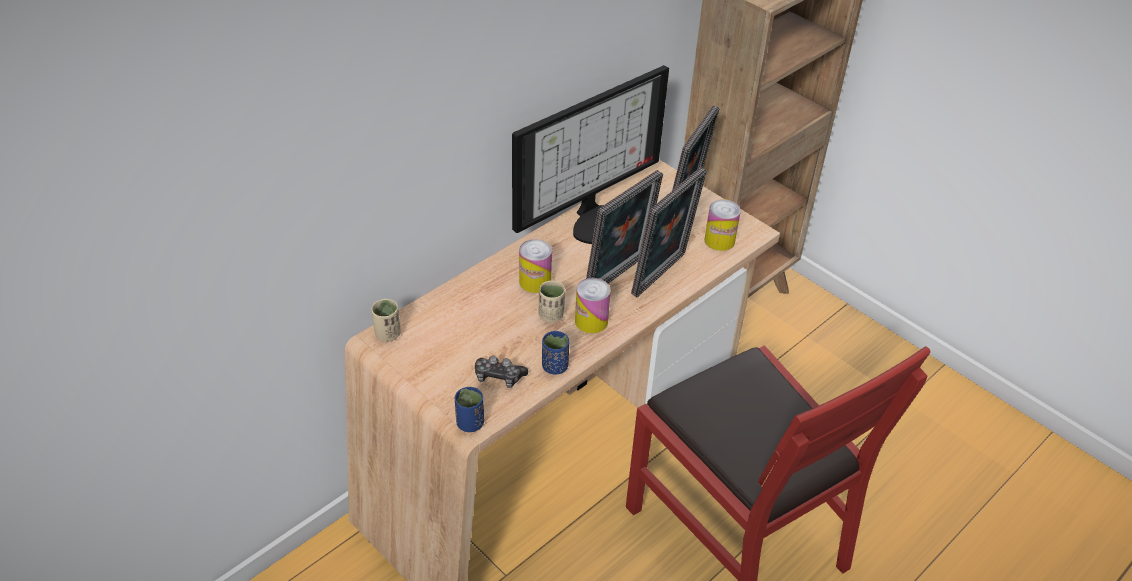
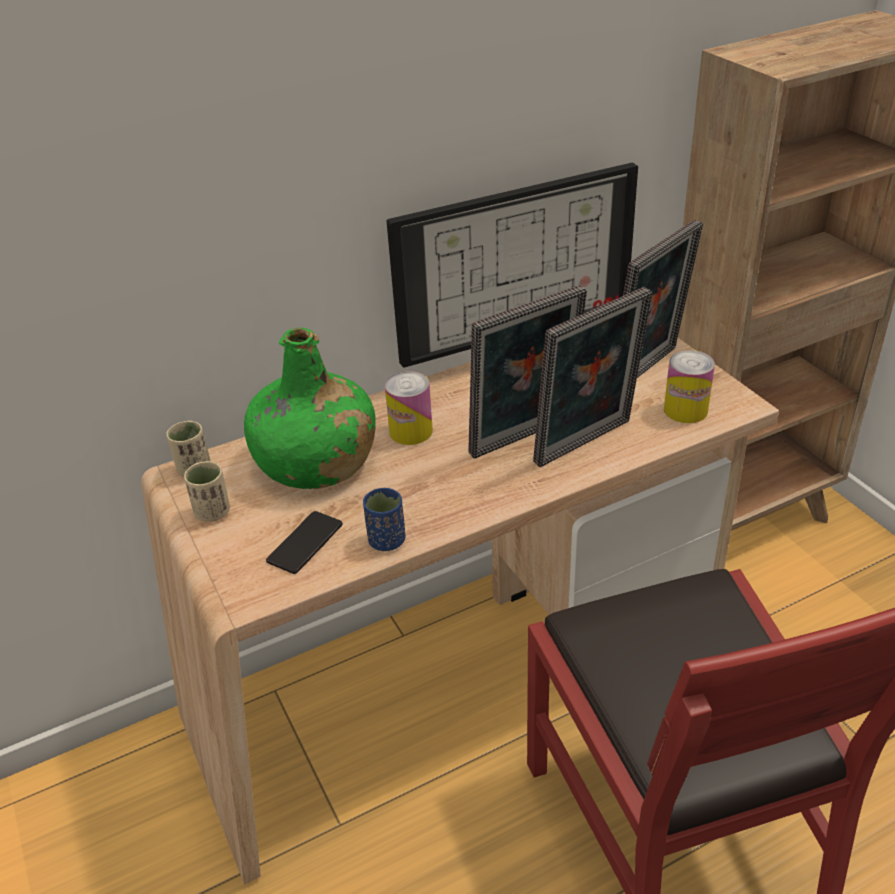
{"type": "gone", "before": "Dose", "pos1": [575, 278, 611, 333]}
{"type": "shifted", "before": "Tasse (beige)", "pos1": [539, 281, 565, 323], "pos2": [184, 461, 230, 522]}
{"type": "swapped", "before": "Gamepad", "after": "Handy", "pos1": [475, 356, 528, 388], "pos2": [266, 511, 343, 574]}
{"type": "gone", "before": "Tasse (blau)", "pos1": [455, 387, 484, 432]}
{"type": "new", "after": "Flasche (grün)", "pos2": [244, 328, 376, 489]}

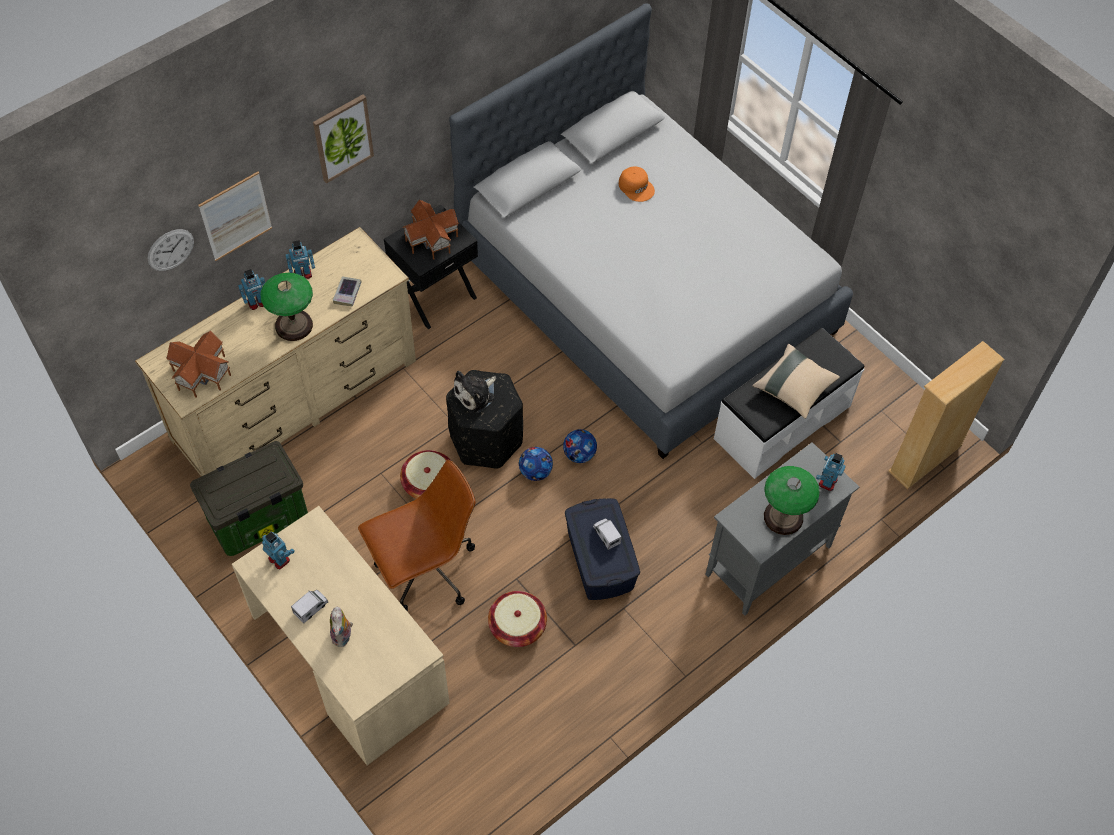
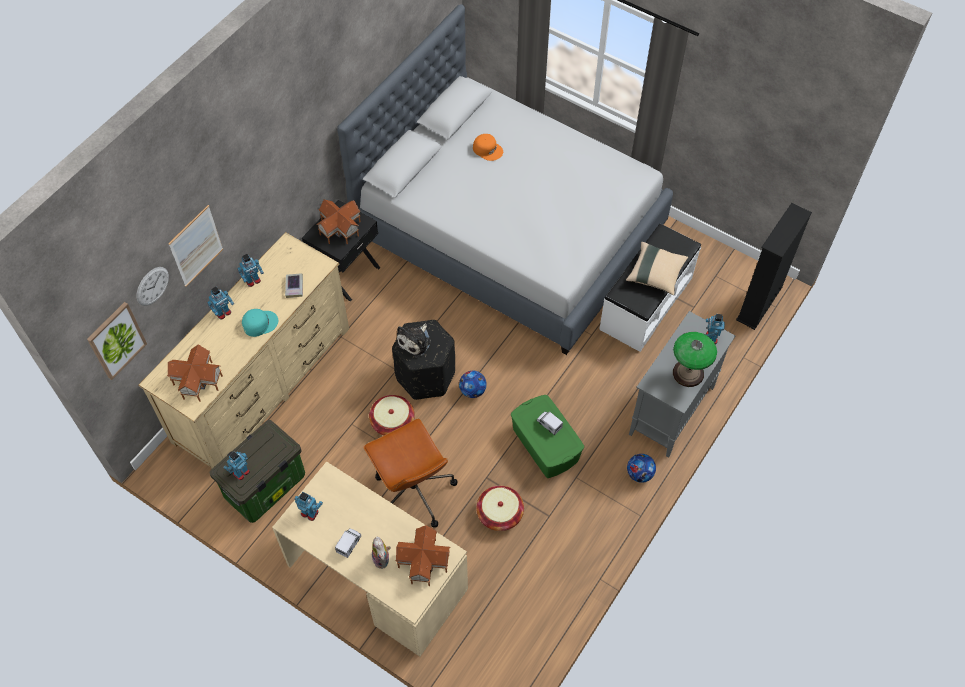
{"type": "shifted", "before": "Bild", "pos1": [313, 94, 374, 184], "pos2": [87, 302, 147, 380]}
{"type": "swapped", "before": "Tischlampe", "after": "Kappe (türkis)", "pos1": [260, 273, 313, 341], "pos2": [242, 309, 278, 337]}
{"type": "repainted", "before": "Bücherregal (beige)", "after": "Bücherregal (schwarz)", "pos1": [888, 341, 1005, 489], "pos2": [736, 203, 812, 330]}
{"type": "shifted", "before": "Fußball", "pos1": [563, 429, 597, 463], "pos2": [627, 454, 656, 483]}
{"type": "rotated", "before": "Bürostuhl (braun)", "pos1": [358, 460, 475, 611], "pos2": [363, 418, 457, 528], "turn": 105}
{"type": "repainted", "before": "Aufbewahrungsbox (blau)", "after": "Aufbewahrungsbox (grün)", "pos1": [565, 498, 640, 600], "pos2": [511, 395, 584, 478]}
{"type": "new", "after": "Spielzeugroboter", "pos2": [223, 452, 250, 481]}
{"type": "new", "after": "Spielzeughaus", "pos2": [395, 525, 450, 586]}

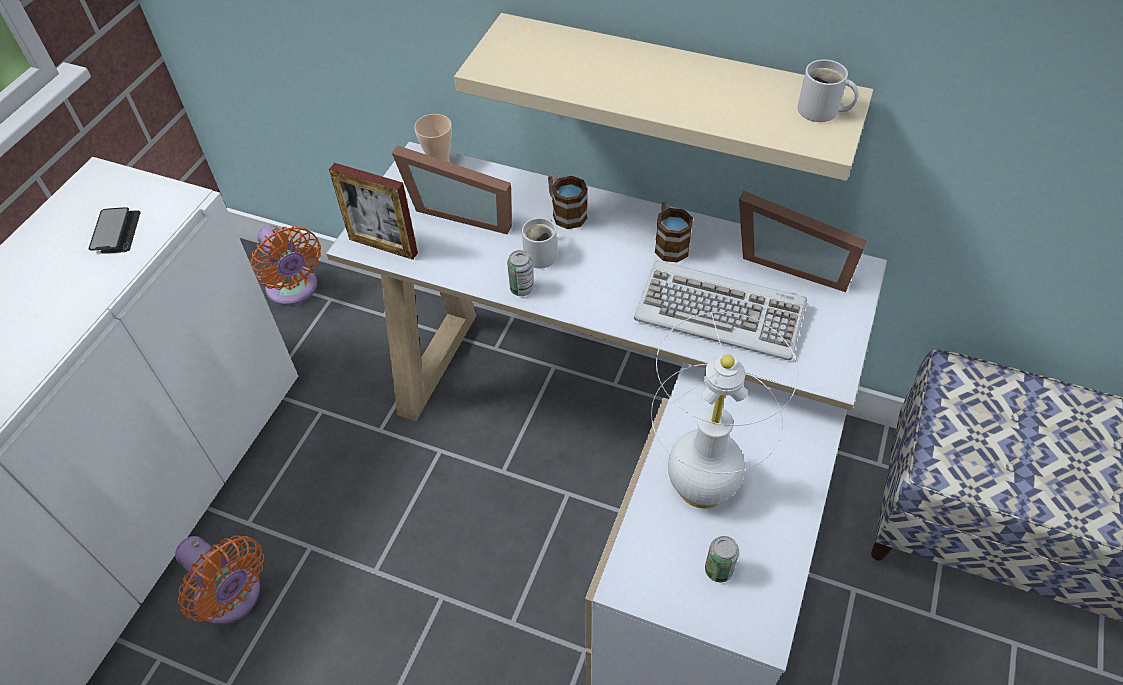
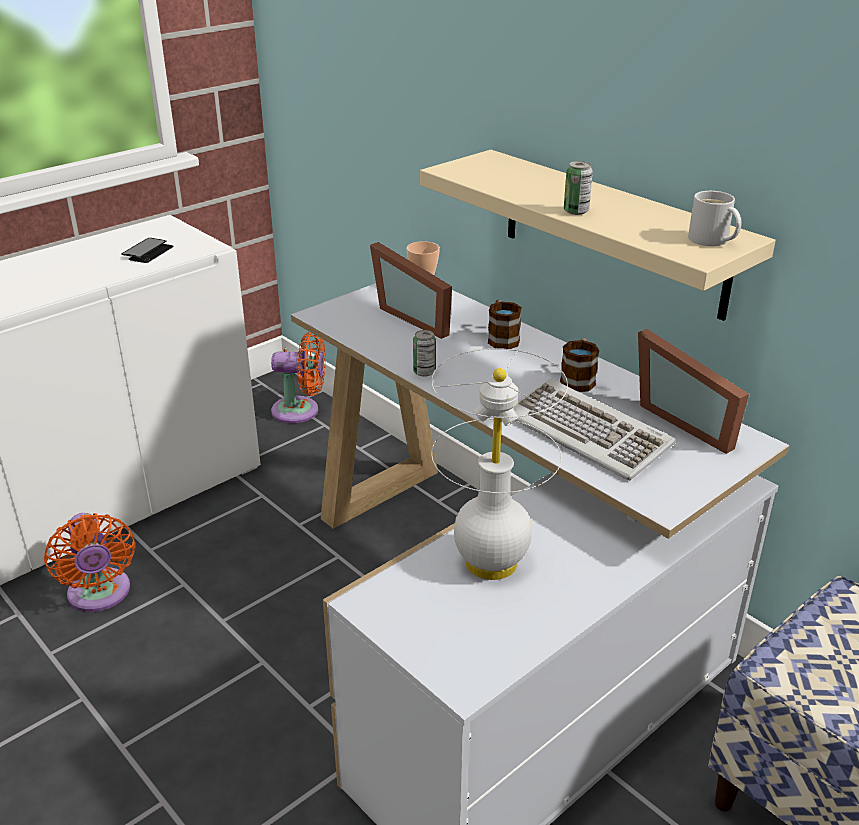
{"type": "gone", "before": "Bilderrahmen", "pos1": [329, 163, 418, 260]}
{"type": "gone", "before": "Henkelbecher (weiß)", "pos1": [522, 218, 557, 268]}
{"type": "rotated", "before": "Ventilator (orange)", "pos1": [250, 225, 321, 306], "pos2": [271, 332, 325, 424], "turn": -75}
{"type": "shifted", "before": "Dose", "pos1": [705, 536, 739, 582], "pos2": [564, 161, 593, 215]}

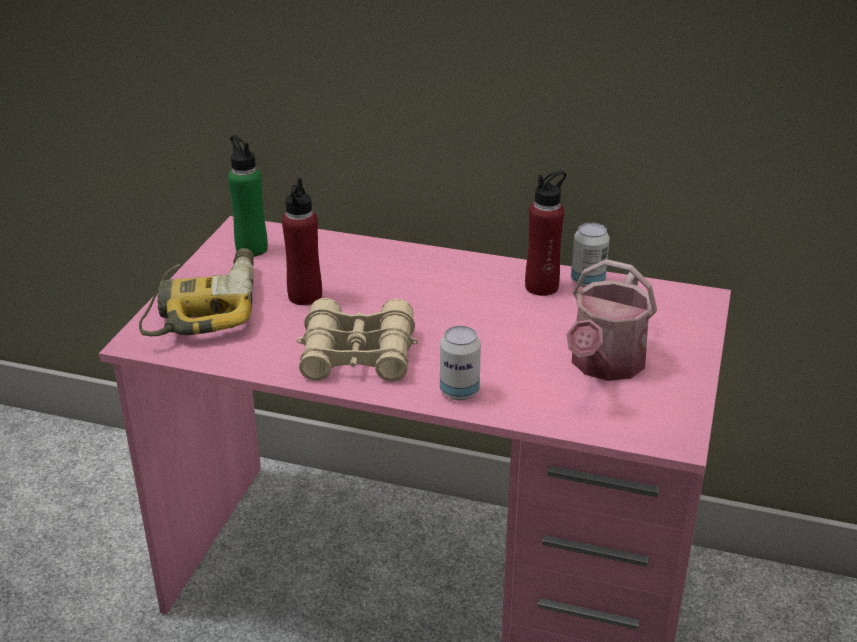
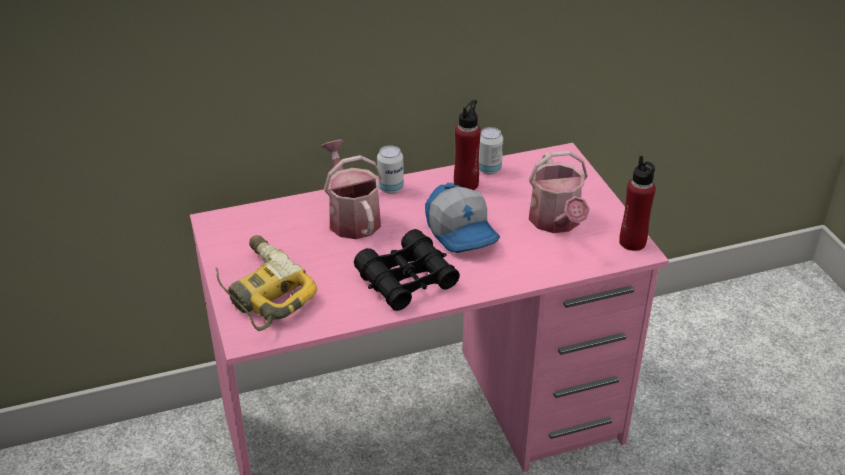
{"type": "gone", "before": "Flasche (grün)", "pos1": [228, 135, 268, 257]}
{"type": "shifted", "before": "Flasche (rot)", "pos1": [282, 178, 322, 305], "pos2": [619, 156, 656, 251]}
{"type": "repainted", "before": "Fernglas (beige)", "after": "Fernglas (schwarz)", "pos1": [296, 298, 418, 381], "pos2": [354, 229, 460, 311]}
{"type": "shifted", "before": "Dose", "pos1": [440, 326, 481, 400], "pos2": [377, 145, 404, 194]}
{"type": "new", "after": "Gießkanne", "pos2": [321, 140, 382, 239]}
{"type": "new", "after": "Kappe", "pos2": [425, 183, 500, 253]}

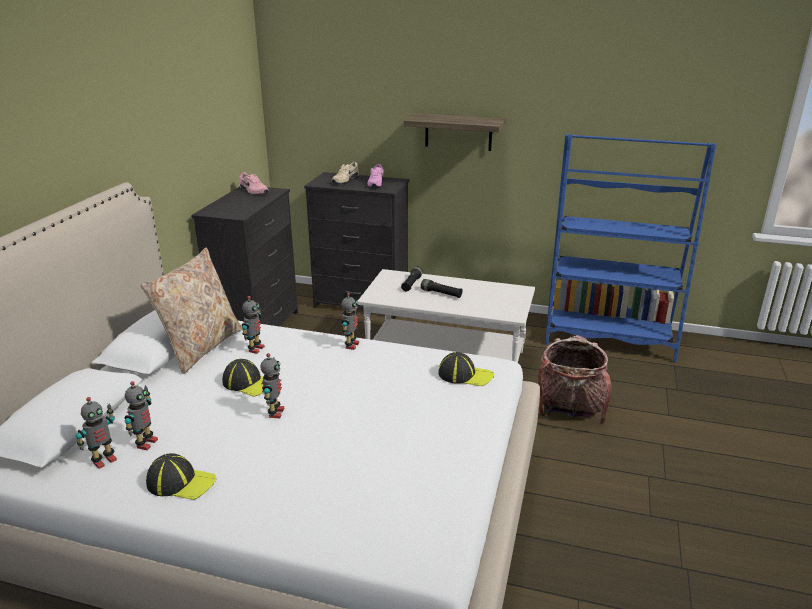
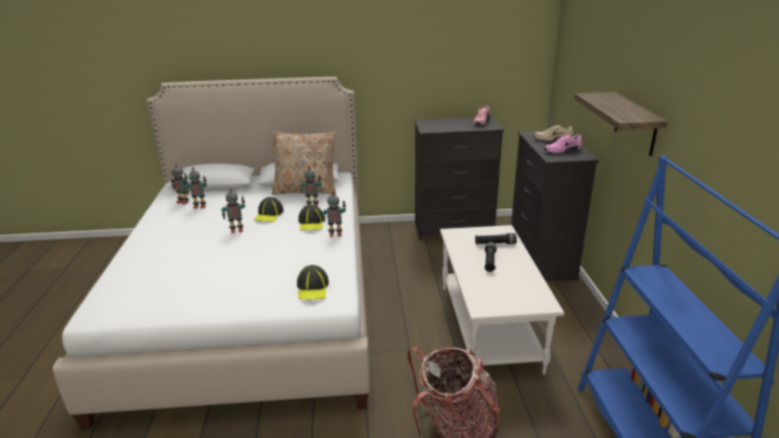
{"type": "shifted", "before": "Kappe", "pos1": [146, 453, 216, 500], "pos2": [298, 205, 323, 230]}

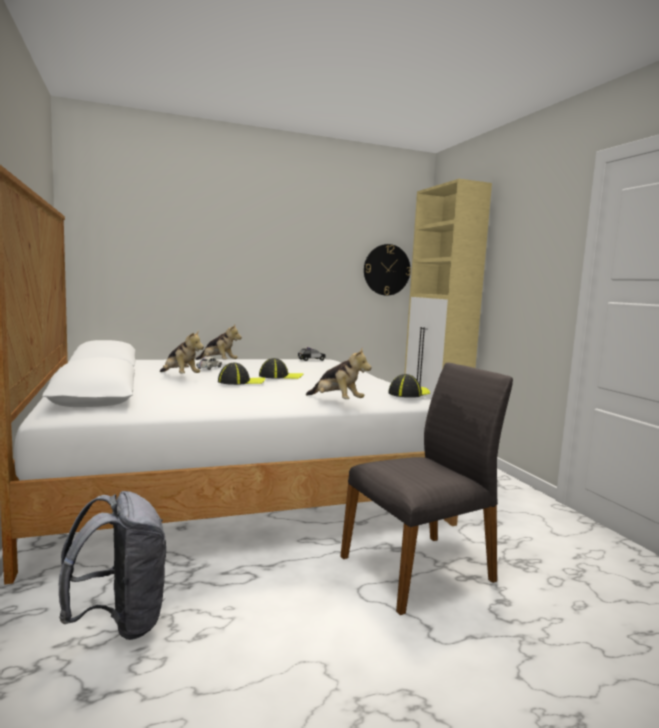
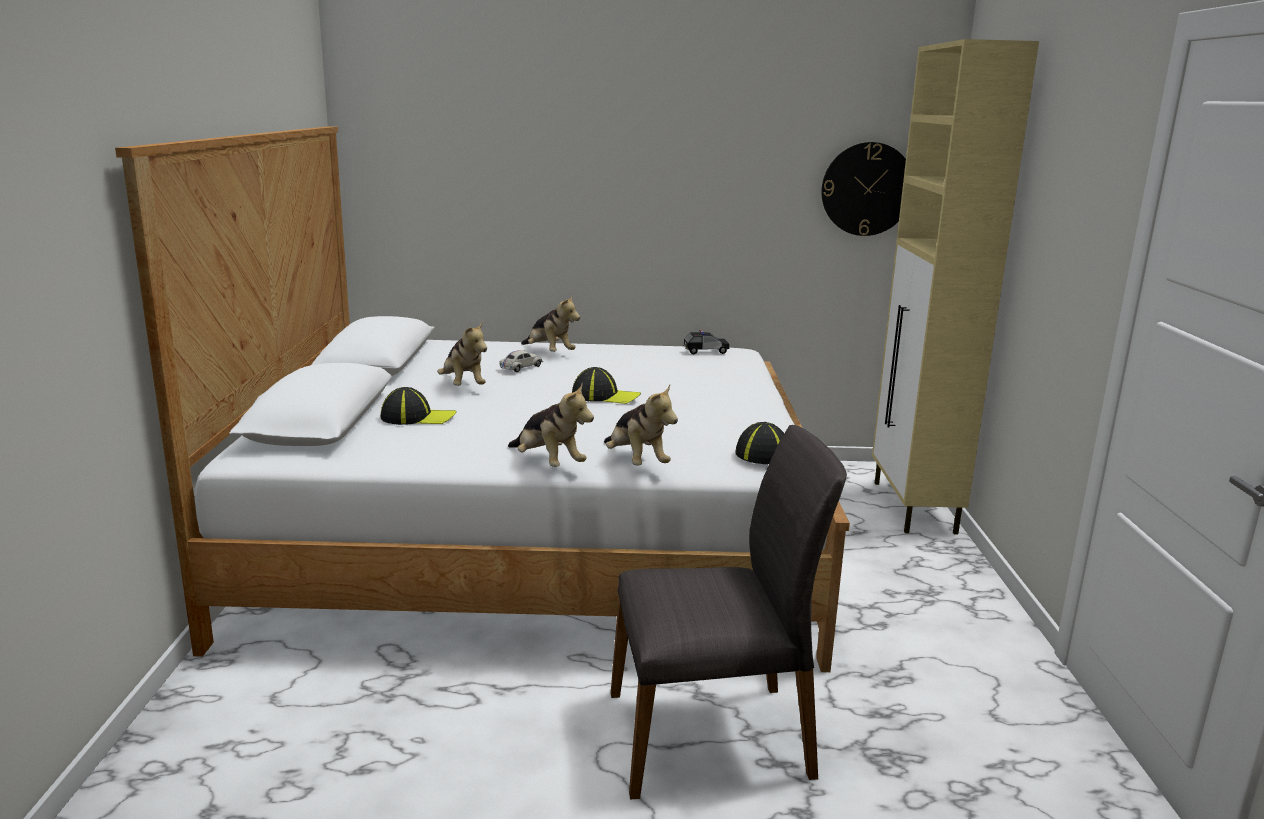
{"type": "shifted", "before": "Kappe", "pos1": [218, 363, 265, 385], "pos2": [381, 387, 456, 425]}
{"type": "gone", "before": "Rucksack (grau)", "pos1": [59, 491, 166, 640]}
{"type": "new", "after": "Plüschtier", "pos2": [508, 384, 594, 467]}

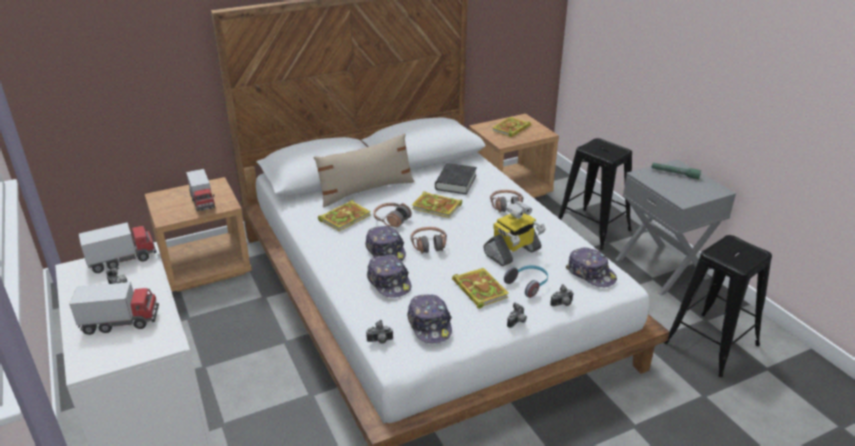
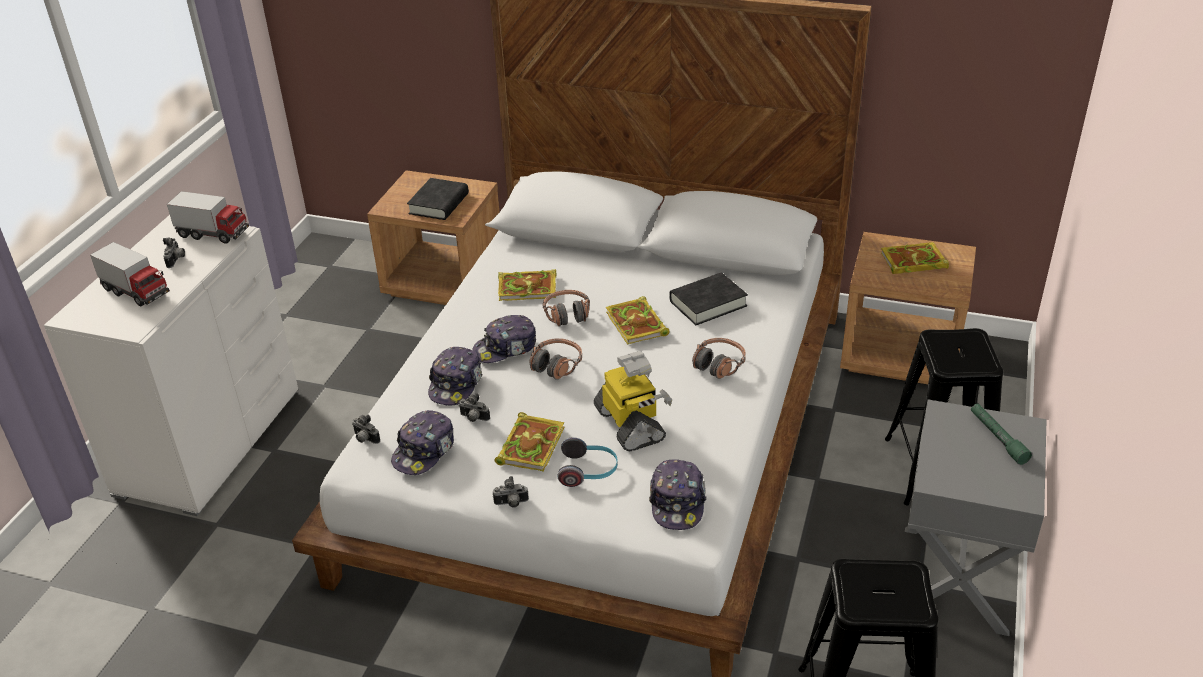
{"type": "gone", "before": "Kissen (beige)", "pos1": [314, 133, 415, 208]}
{"type": "swapped", "before": "Spielzeuglaster", "after": "Buch (schwarz)", "pos1": [186, 169, 215, 211], "pos2": [407, 178, 469, 220]}
{"type": "rotated", "before": "Spielzeugroboter", "pos1": [483, 201, 546, 266], "pos2": [594, 351, 672, 451], "turn": -120}
{"type": "rotated", "before": "Kappe", "pos1": [365, 226, 406, 261], "pos2": [472, 315, 536, 363], "turn": 45}
{"type": "shifted", "before": "Kamera", "pos1": [550, 284, 574, 307], "pos2": [459, 393, 490, 422]}

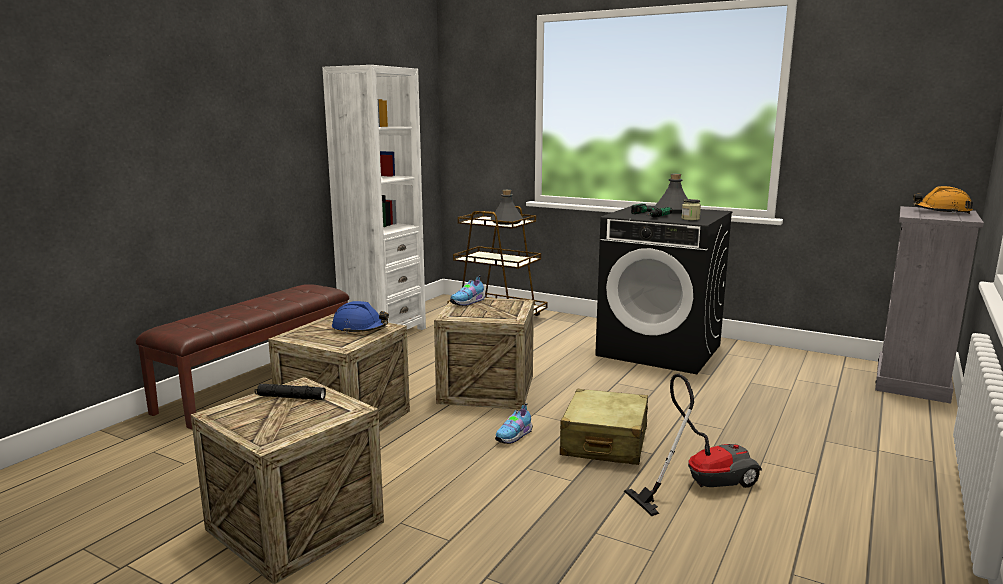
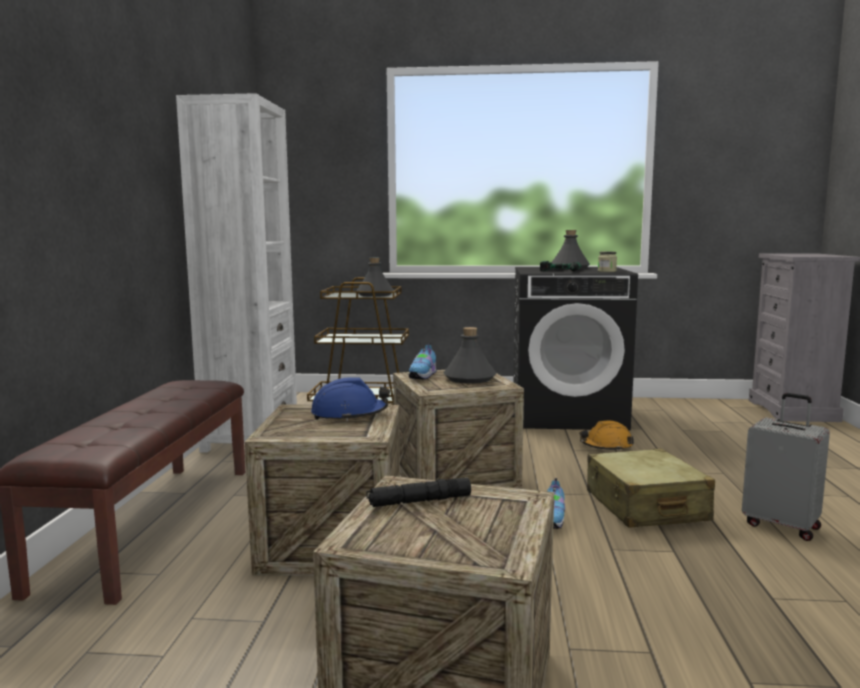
{"type": "shifted", "before": "Schutzhelm (orange)", "pos1": [913, 186, 973, 214], "pos2": [580, 421, 634, 451]}
{"type": "swapped", "before": "Staubsauger", "after": "Koffer (grau)", "pos1": [624, 373, 762, 516], "pos2": [742, 393, 830, 541]}
{"type": "new", "after": "Flasche (grau)", "pos2": [444, 327, 496, 384]}

